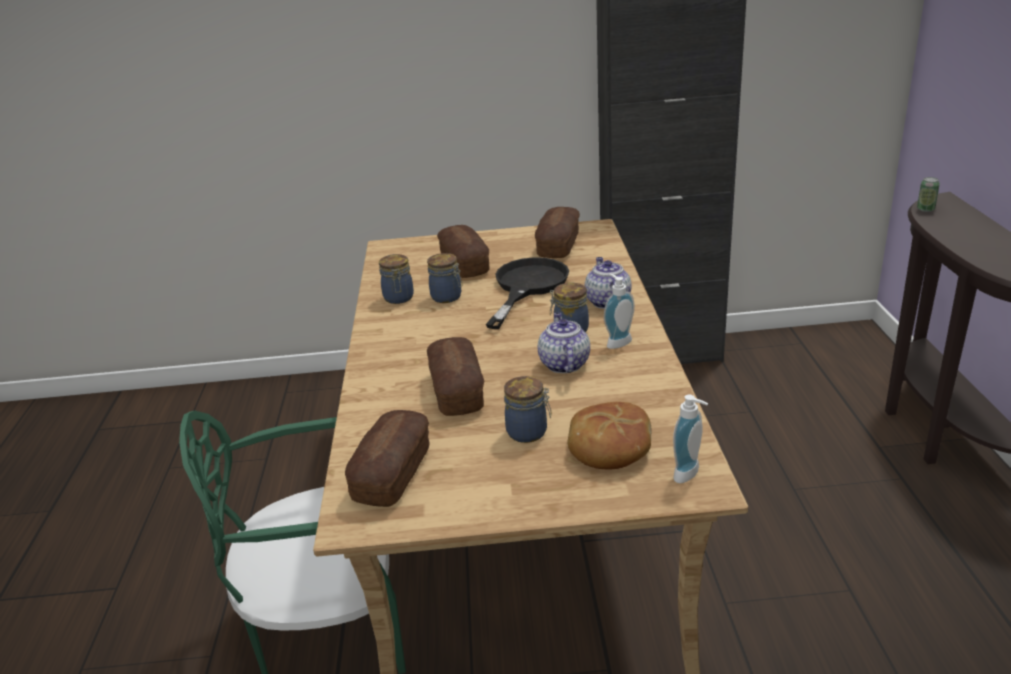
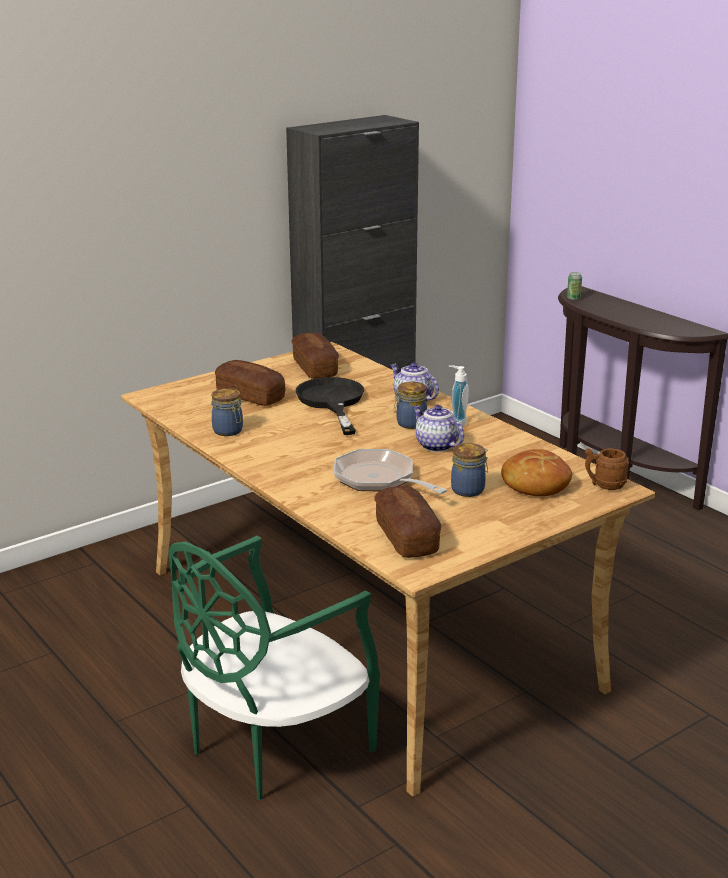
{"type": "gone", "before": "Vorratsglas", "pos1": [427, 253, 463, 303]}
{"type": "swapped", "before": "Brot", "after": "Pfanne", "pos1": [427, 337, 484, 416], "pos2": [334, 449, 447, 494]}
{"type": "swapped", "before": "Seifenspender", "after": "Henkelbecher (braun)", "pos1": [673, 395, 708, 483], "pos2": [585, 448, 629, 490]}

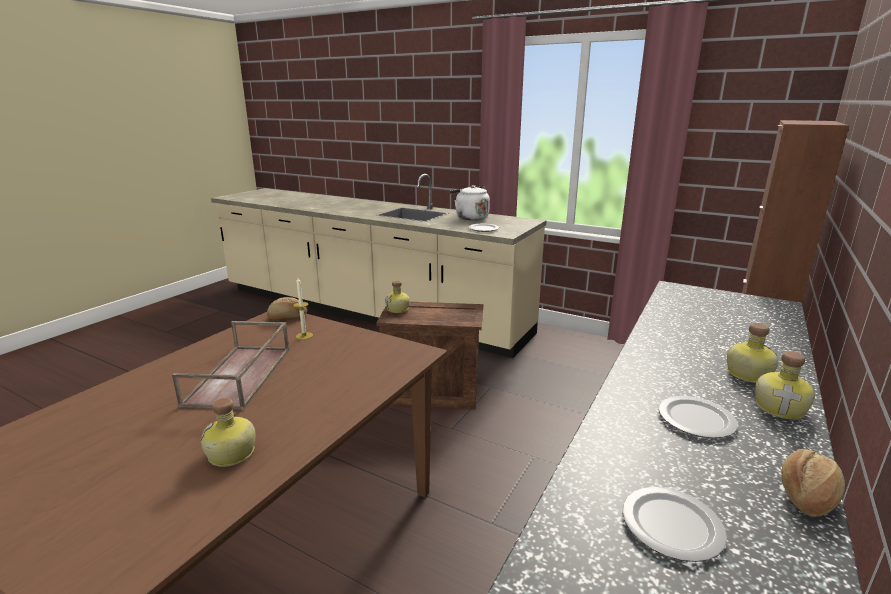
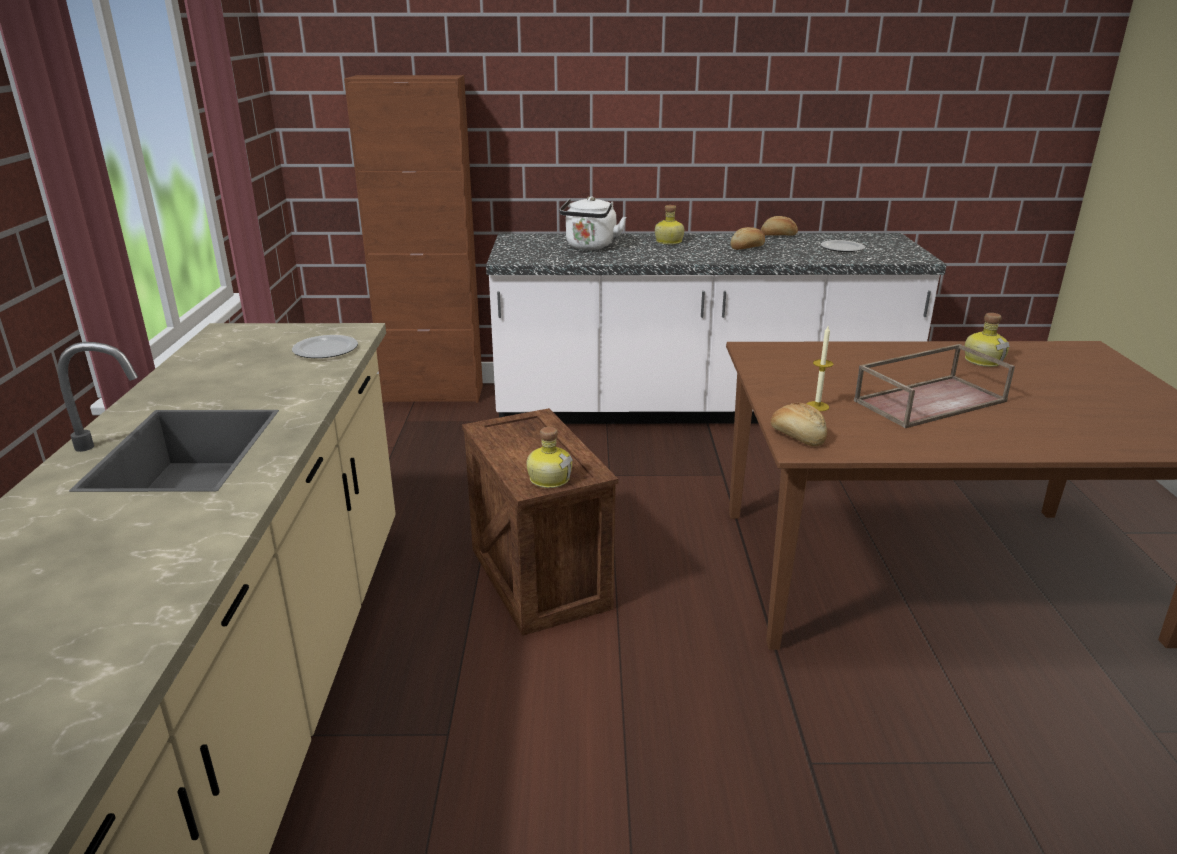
{"type": "shifted", "before": "Wasserkessel (weiß)", "pos1": [450, 185, 490, 220], "pos2": [559, 196, 626, 250]}
{"type": "gone", "before": "Flasche", "pos1": [755, 351, 815, 419]}
{"type": "swapped", "before": "Teller", "after": "Brot", "pos1": [658, 396, 738, 438], "pos2": [730, 227, 765, 250]}

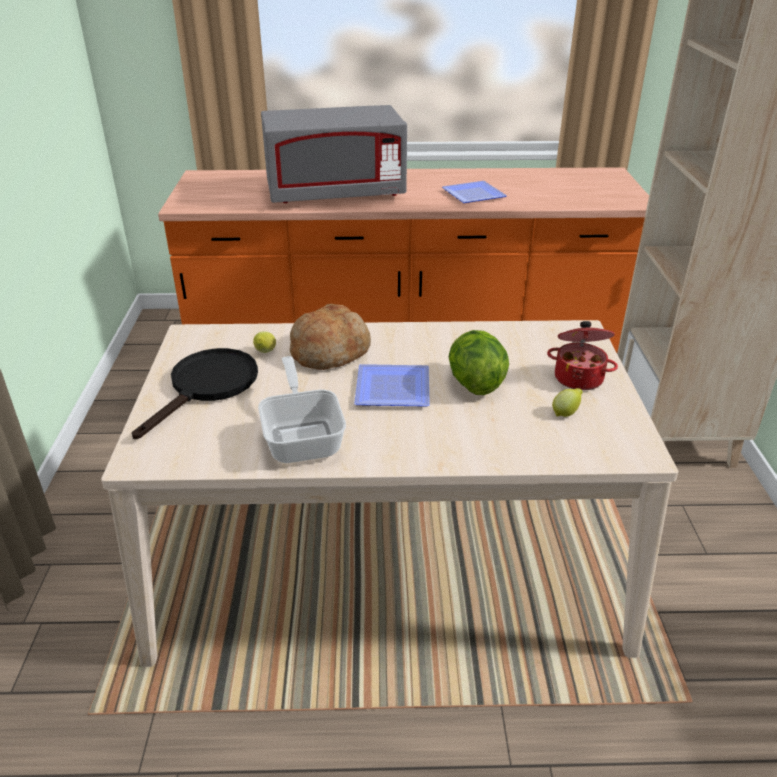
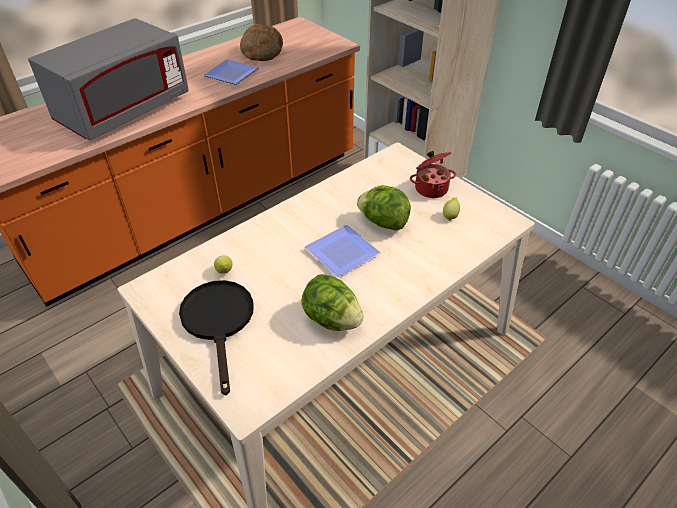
{"type": "shifted", "before": "Brot", "pos1": [290, 304, 371, 370], "pos2": [240, 24, 283, 61]}
{"type": "swapped", "before": "Pfanne", "after": "Salatkopf", "pos1": [258, 356, 346, 463], "pos2": [302, 274, 364, 331]}

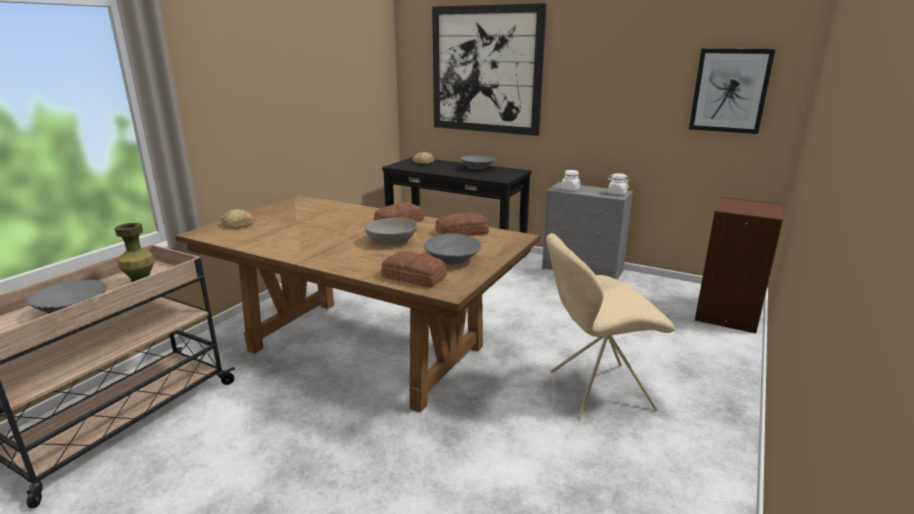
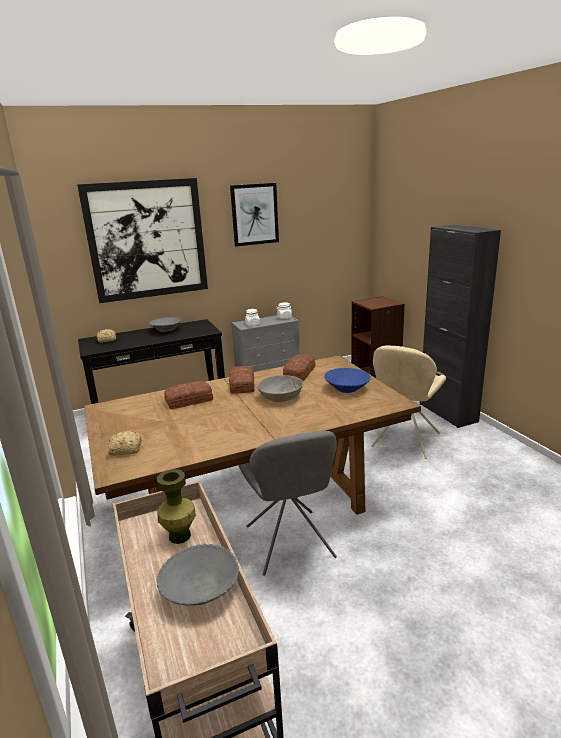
{"type": "shifted", "before": "Bild", "pos1": [689, 49, 775, 134], "pos2": [230, 183, 279, 247]}
{"type": "repainted", "before": "Schüssel (grau)", "after": "Schüssel (blau)", "pos1": [424, 234, 482, 265], "pos2": [324, 368, 371, 393]}
{"type": "shifted", "before": "Brot", "pos1": [381, 251, 447, 288], "pos2": [164, 381, 213, 410]}
{"type": "new", "after": "Schrank (schwarz)", "pos2": [420, 225, 501, 428]}
{"type": "new", "after": "Stuhl (grau)", "pos2": [239, 430, 337, 576]}

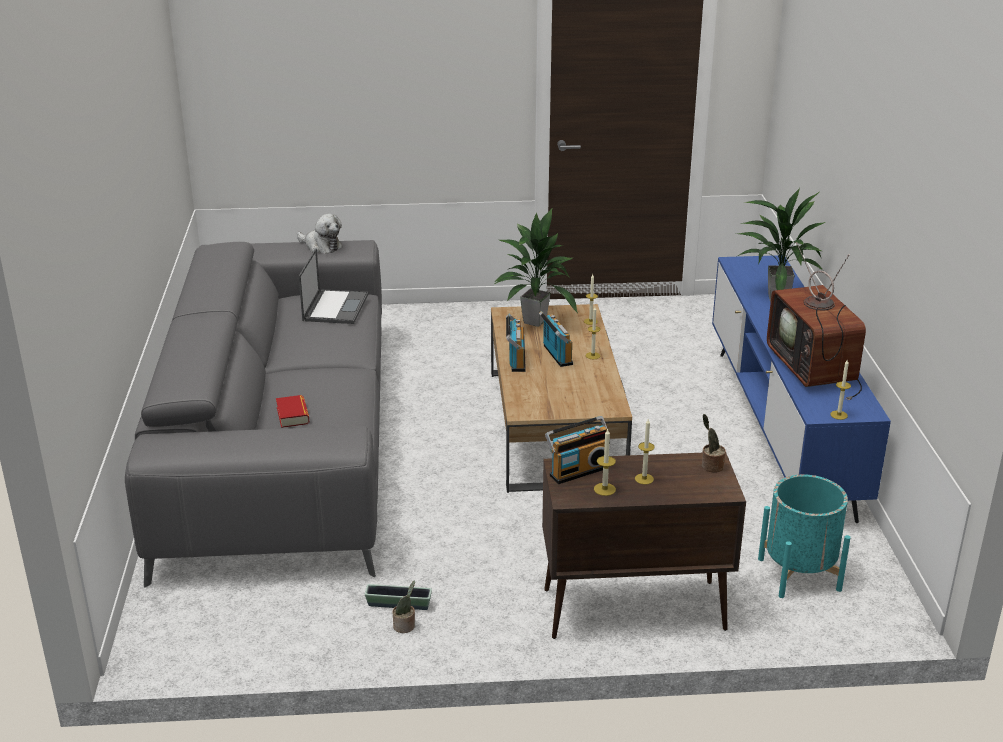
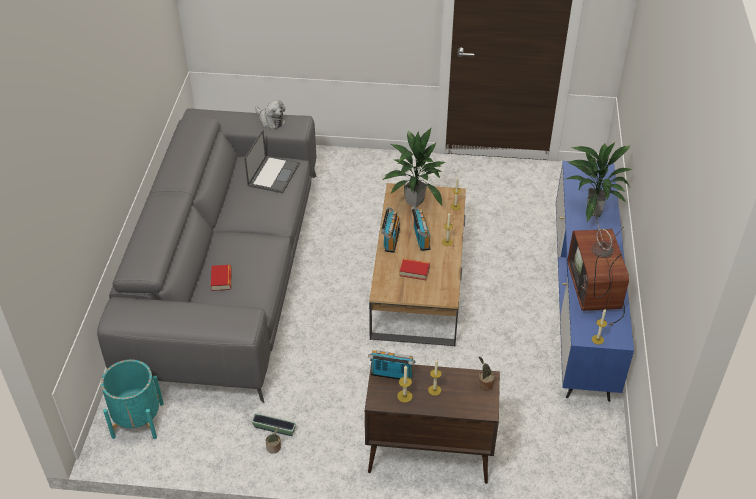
{"type": "rotated", "before": "Radio", "pos1": [545, 416, 610, 484], "pos2": [368, 350, 415, 380], "turn": -150}
{"type": "shifted", "before": "Pflanzkübel (türkis)", "pos1": [758, 474, 851, 598], "pos2": [101, 360, 164, 439]}
{"type": "new", "after": "Buch", "pos2": [400, 259, 430, 280]}

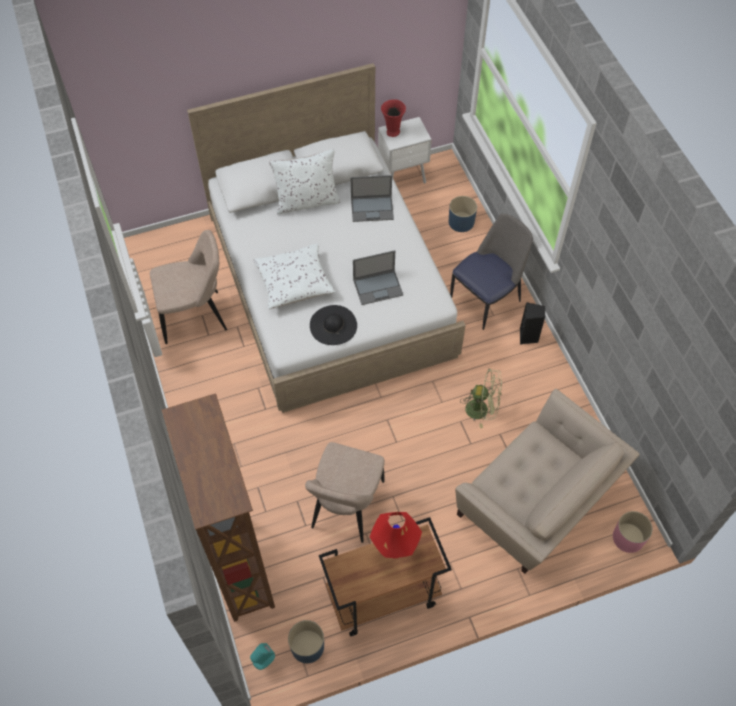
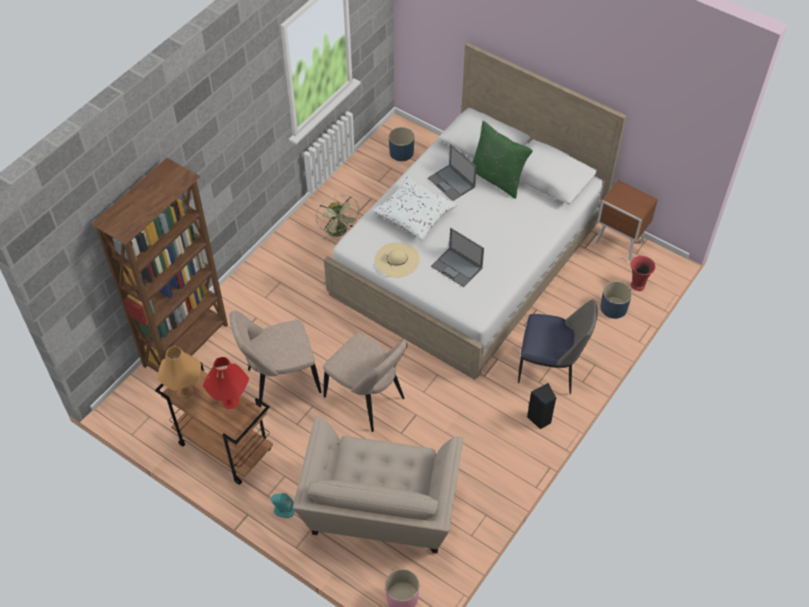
{"type": "shifted", "before": "Vase (rot)", "pos1": [381, 99, 406, 137], "pos2": [630, 256, 656, 291]}
{"type": "repainted", "before": "Nachttisch (weiß)", "after": "Nachttisch (braun)", "pos1": [378, 117, 432, 183], "pos2": [595, 180, 658, 261]}
{"type": "repainted", "before": "Kissen (weiß)", "after": "Kissen (grün)", "pos1": [269, 149, 340, 214], "pos2": [472, 121, 533, 199]}
{"type": "shifted", "before": "Laptop", "pos1": [351, 175, 394, 222], "pos2": [428, 144, 477, 201]}
{"type": "shifted", "before": "Stuhl (beige)", "pos1": [150, 230, 227, 344], "pos2": [323, 333, 408, 432]}
{"type": "repainted", "before": "Hut (schwarz)", "after": "Hut (beige)", "pos1": [310, 305, 357, 345], "pos2": [375, 242, 420, 278]}
{"type": "shifted", "before": "Ventilator (grün)", "pos1": [461, 369, 502, 428], "pos2": [316, 195, 360, 240]}
{"type": "shifted", "before": "Pflanzkübel (blau)", "pos1": [288, 620, 324, 663], "pos2": [389, 127, 414, 161]}
{"type": "shifted", "before": "Lautsprecher (türkis)", "pos1": [250, 643, 275, 670], "pos2": [271, 493, 295, 518]}
{"type": "new", "after": "Tischlampe (orange)", "pos2": [157, 346, 201, 398]}

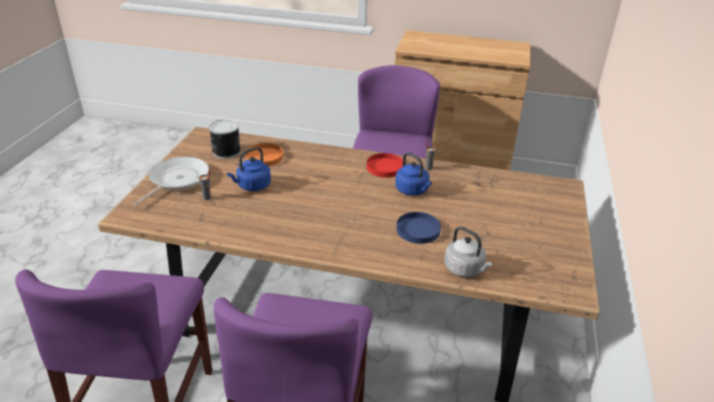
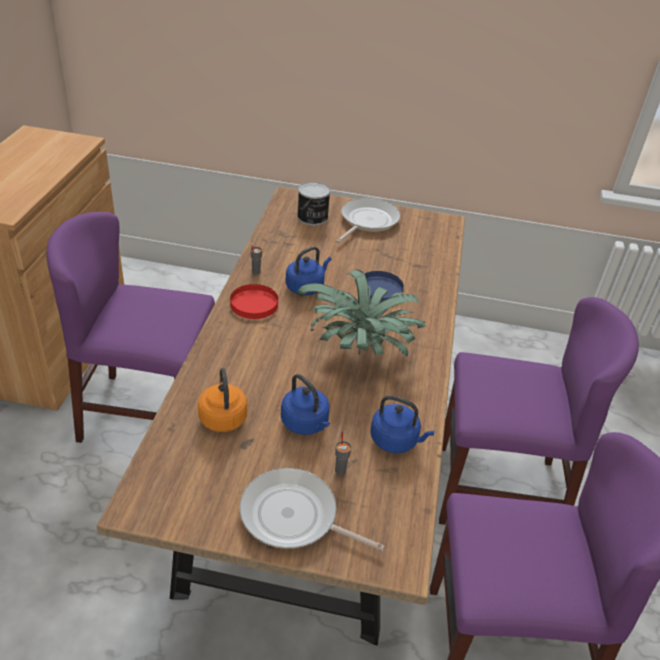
{"type": "shifted", "before": "Dose", "pos1": [209, 119, 241, 159], "pos2": [297, 182, 330, 226]}
{"type": "swapped", "before": "Teller (orange)", "after": "Wasserkessel (orange)", "pos1": [246, 143, 284, 166], "pos2": [198, 368, 247, 432]}
{"type": "gone", "before": "Wasserkessel (grau)", "pos1": [444, 226, 493, 277]}
{"type": "new", "after": "Pfanne", "pos2": [336, 198, 400, 243]}
{"type": "new", "after": "Topfpflanze", "pos2": [297, 269, 426, 357]}
{"type": "new", "after": "Wasserkessel (blau)", "pos2": [370, 395, 435, 453]}

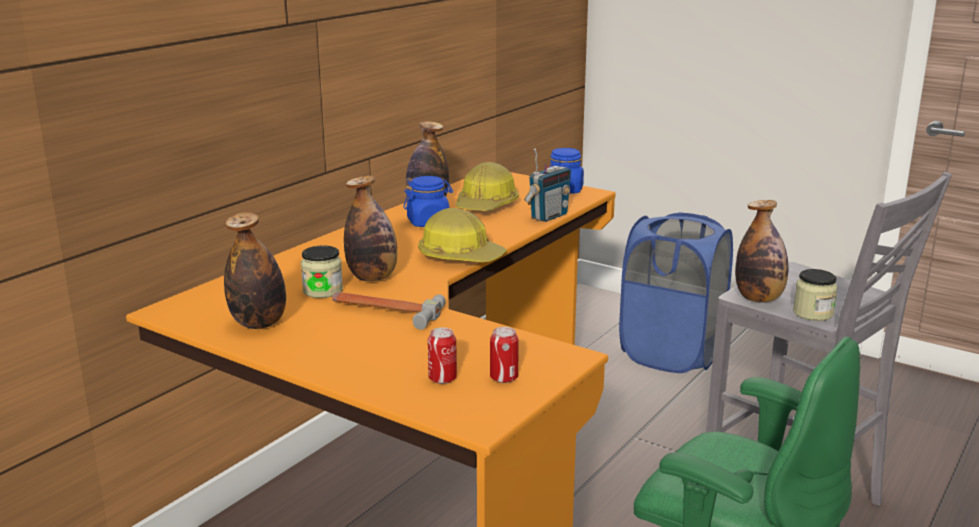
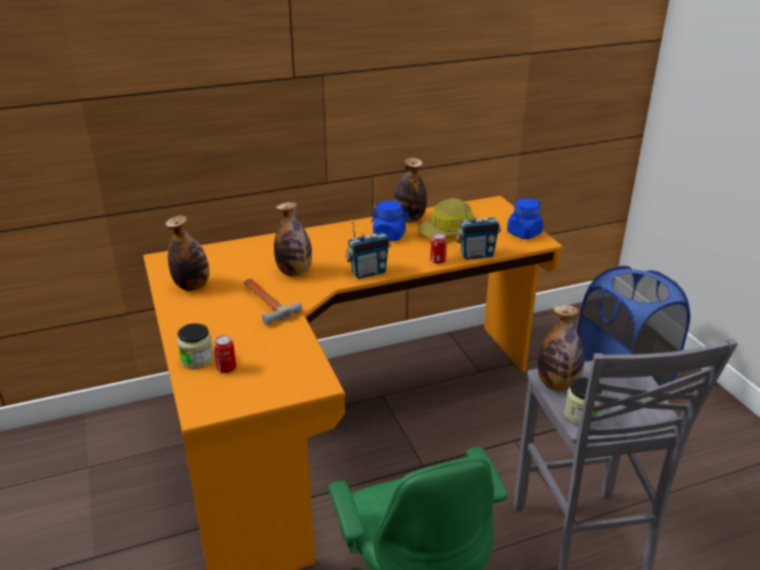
{"type": "swapped", "before": "Schutzhelm", "after": "Radio", "pos1": [418, 208, 507, 262], "pos2": [345, 220, 391, 279]}
{"type": "shifted", "before": "Vorratsglas", "pos1": [301, 245, 343, 298], "pos2": [177, 323, 214, 369]}
{"type": "shifted", "before": "Dose", "pos1": [490, 327, 519, 383], "pos2": [430, 233, 447, 264]}

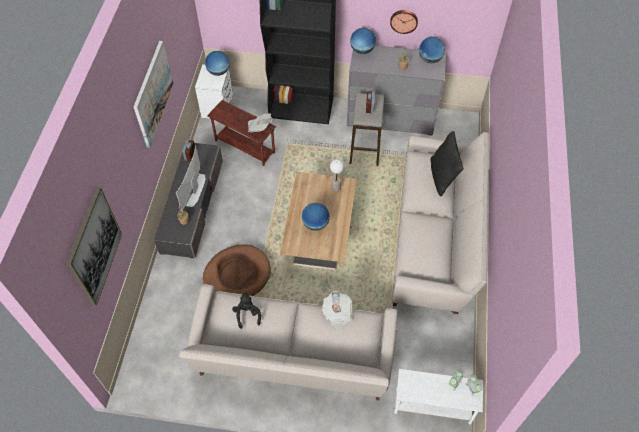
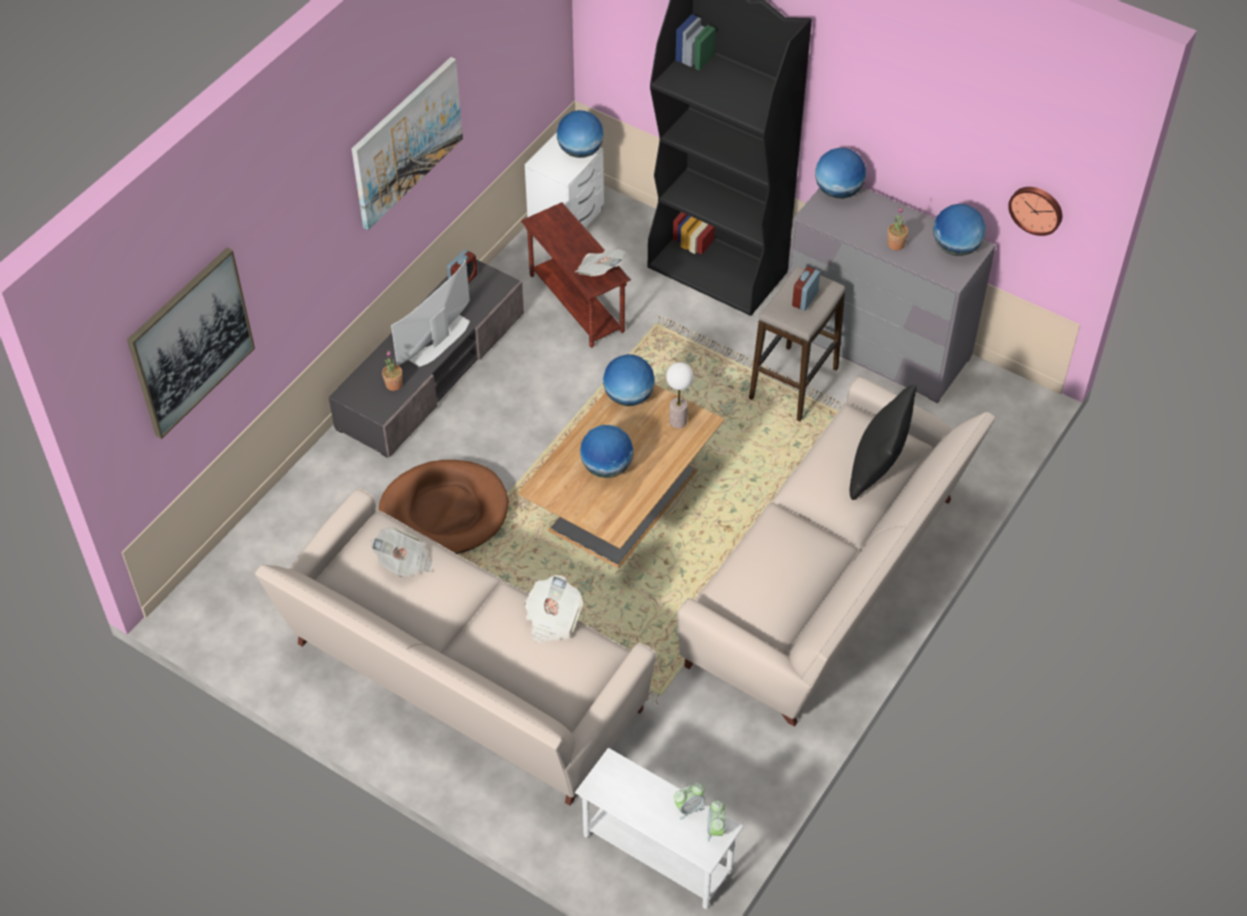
{"type": "shifted", "before": "Wanduhr", "pos1": [390, 10, 418, 34], "pos2": [1008, 187, 1062, 236]}
{"type": "swapped", "before": "Plüschtier (schwarz)", "after": "Zeitung", "pos1": [232, 292, 261, 329], "pos2": [371, 527, 434, 577]}
{"type": "new", "after": "Globus", "pos2": [603, 354, 655, 406]}

